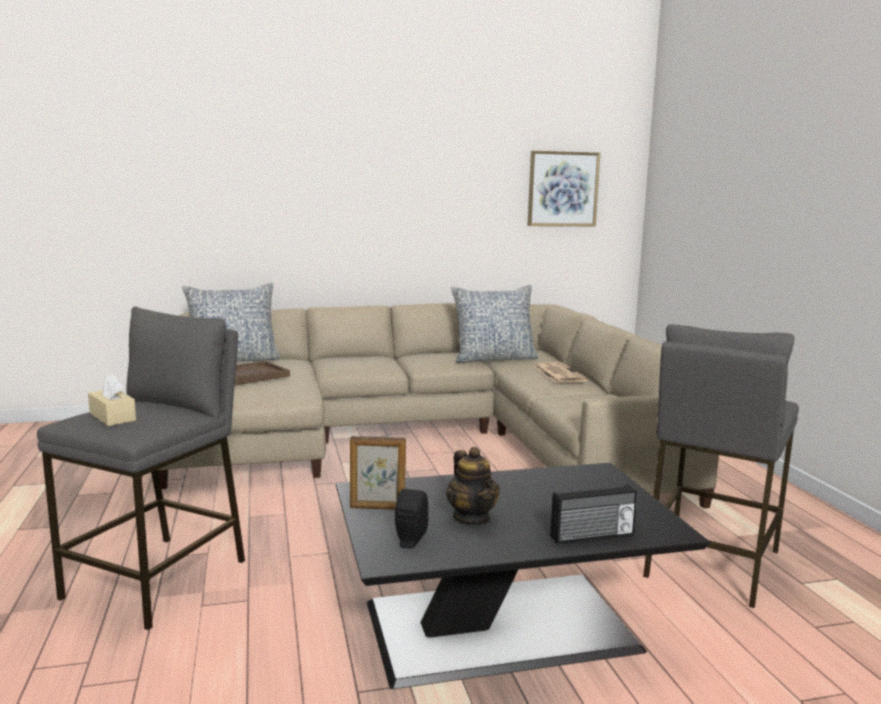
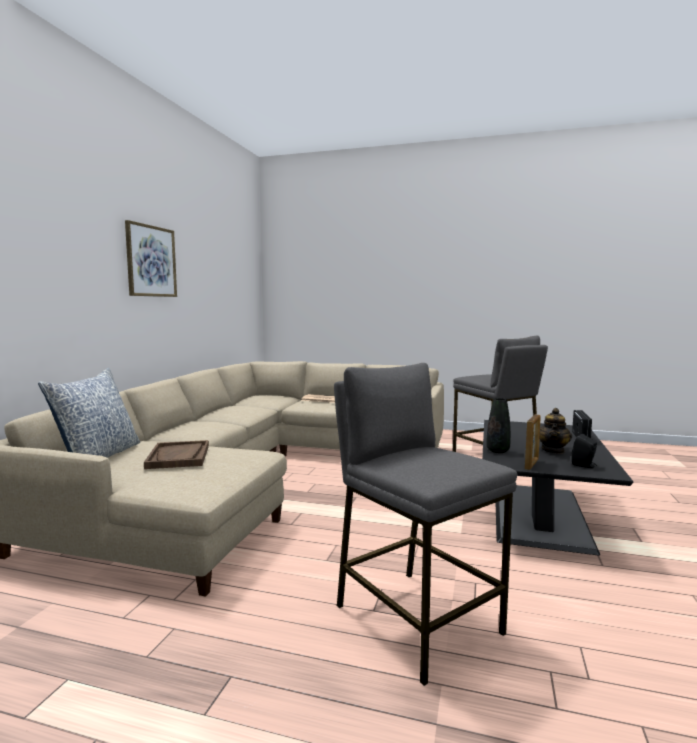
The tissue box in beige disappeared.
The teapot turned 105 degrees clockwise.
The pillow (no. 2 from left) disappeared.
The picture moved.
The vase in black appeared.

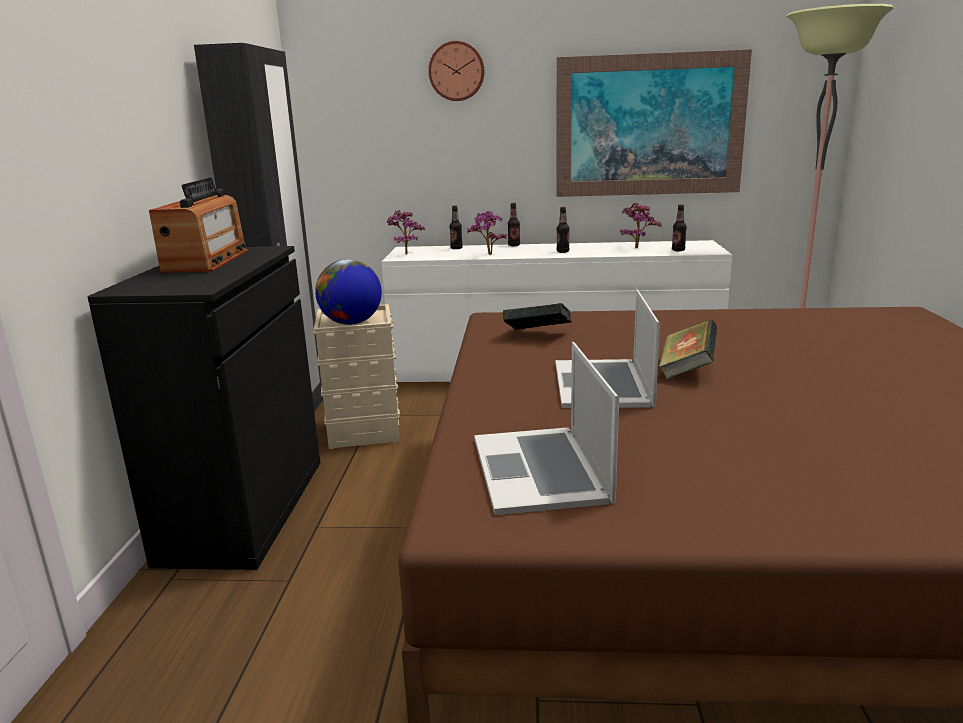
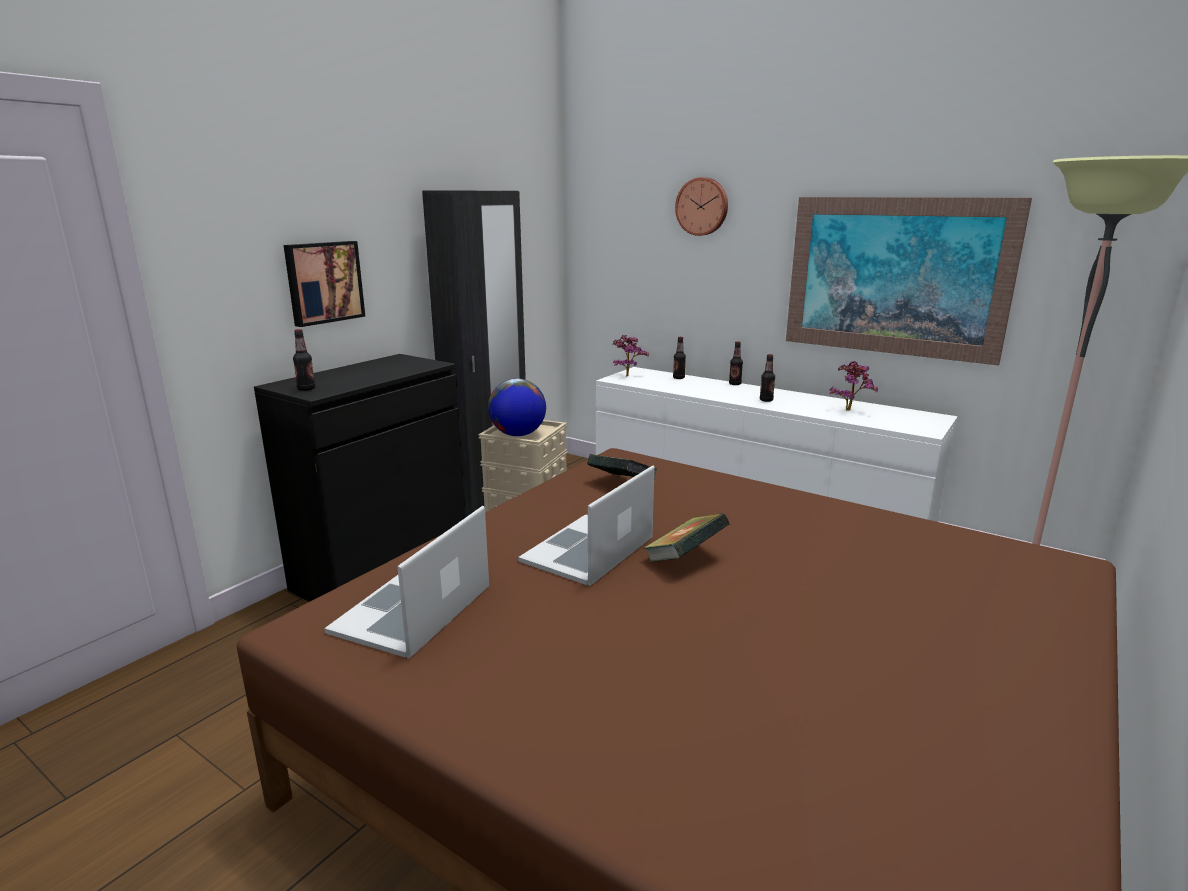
The radio disappeared.
The potted plant (no. 2 from left) disappeared.
The bottle (no. 4 from left in the first image) moved.
The picture (no. 1 from left) appeared.

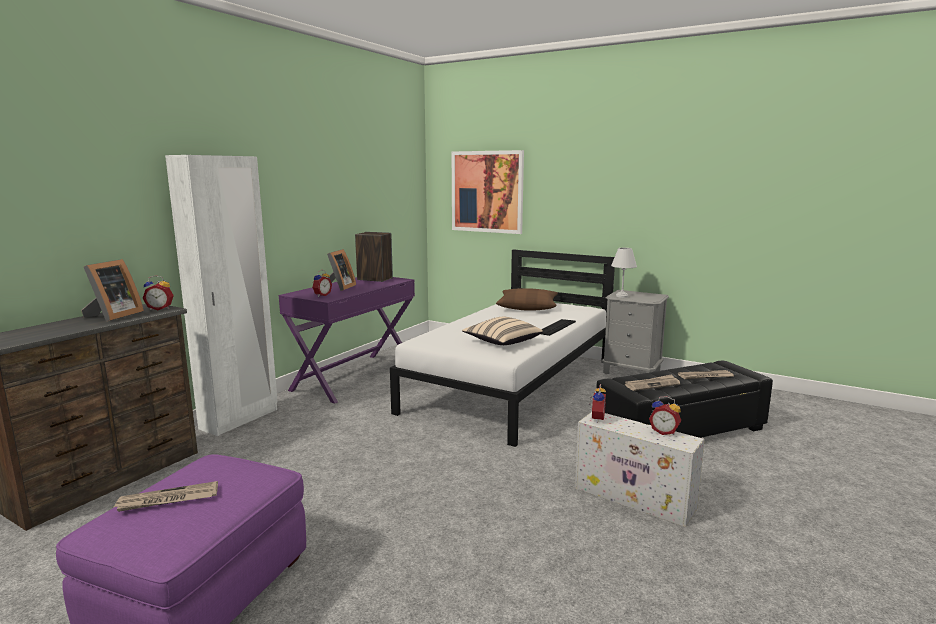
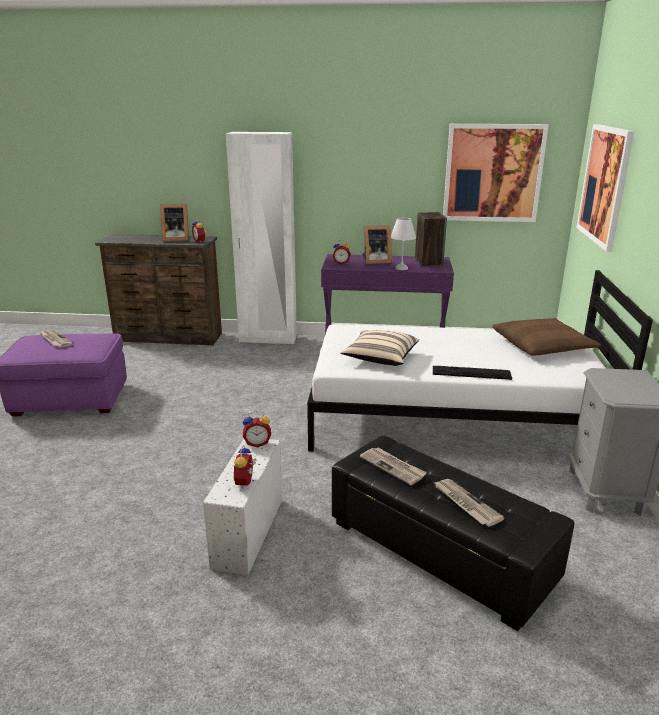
The table lamp in white moved.
The picture (no. 1 from left) appeared.

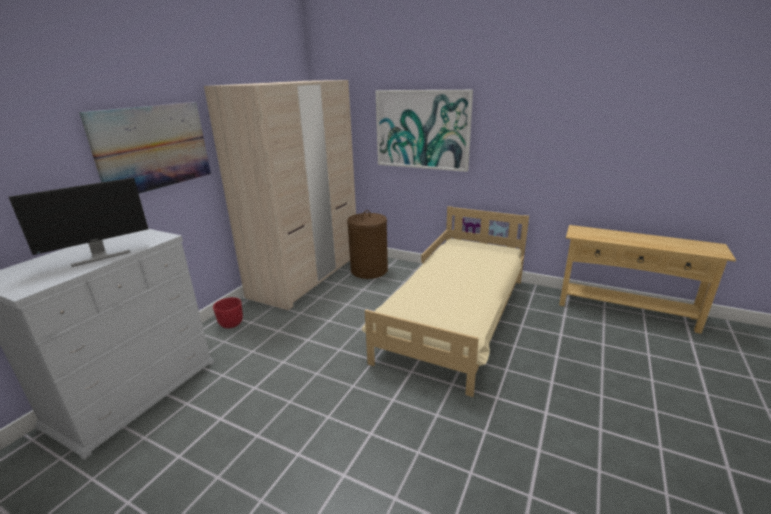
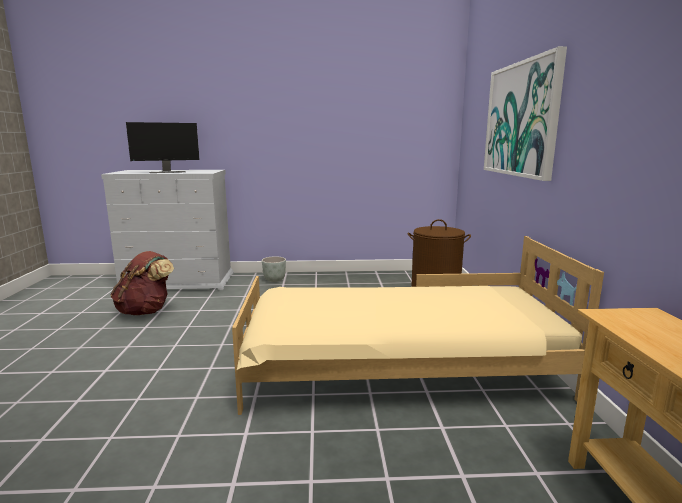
The monitor turned 45 degrees counterclockwise.
The picture (no. 1 from left) disappeared.
The wardrobe in beige disappeared.
The planter in red became the planter in grey.
The backpack in brown appeared.

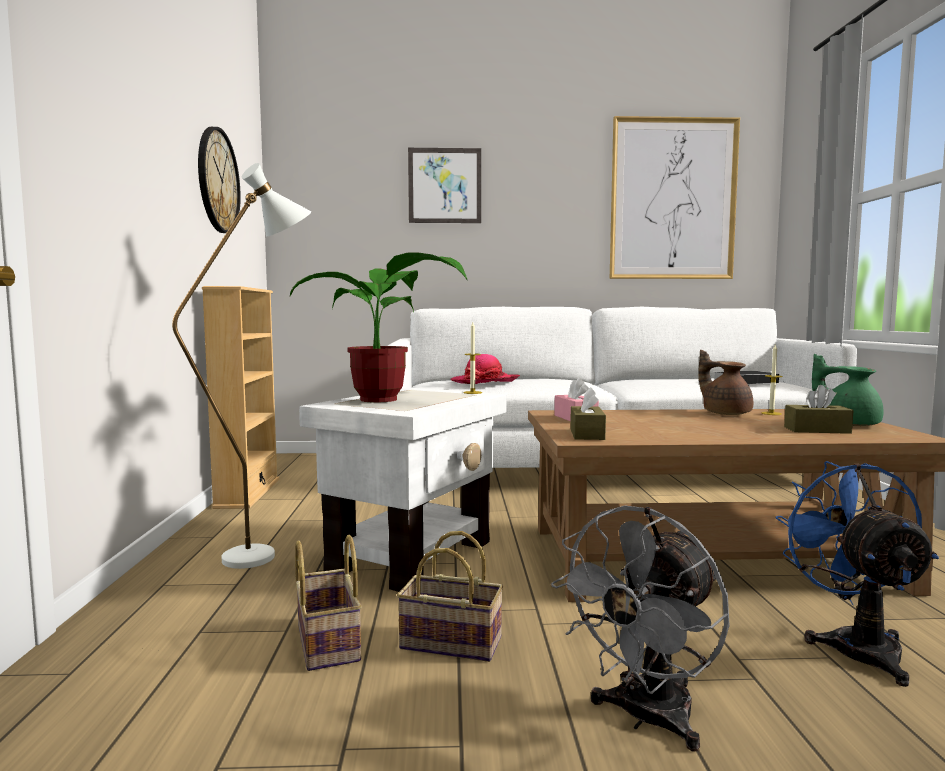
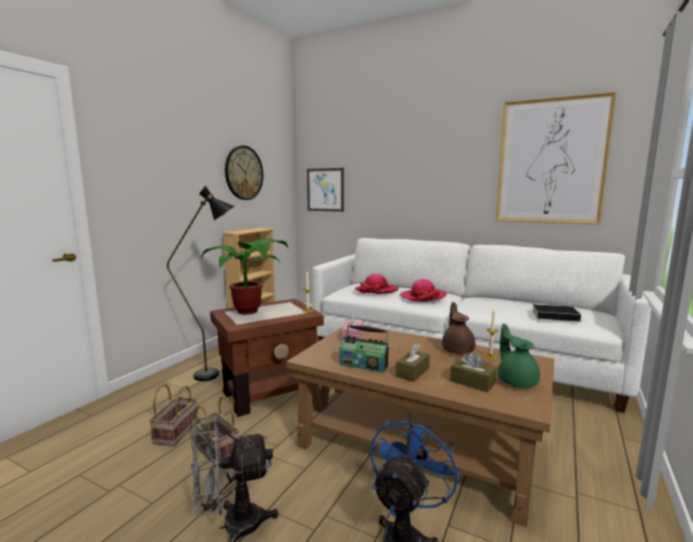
The floor lamp in white became the floor lamp in black.
The side table in white became the side table in brown.
The picture (no. 1 from left) moved.
The tissue box in brown (no. 1 from left) moved.
The radio appeared.
The hat (no. 2 from left) appeared.

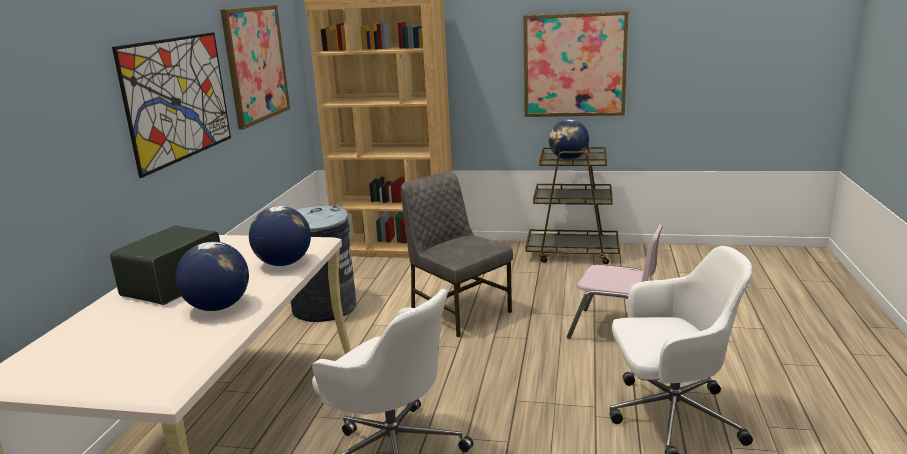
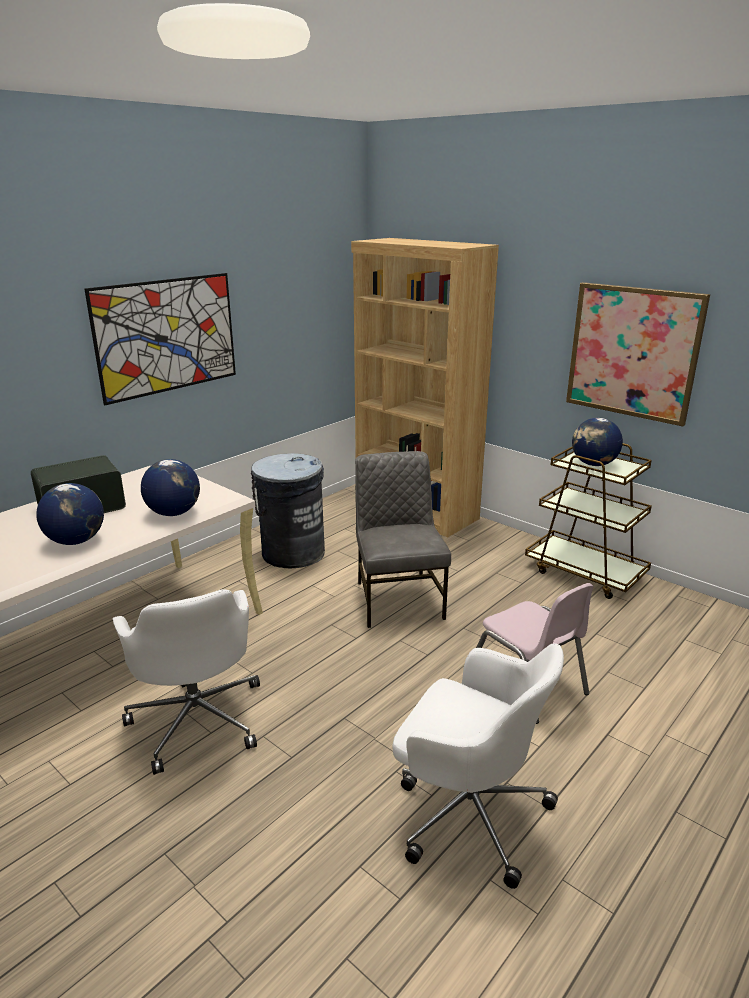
The picture (no. 2 from left) disappeared.

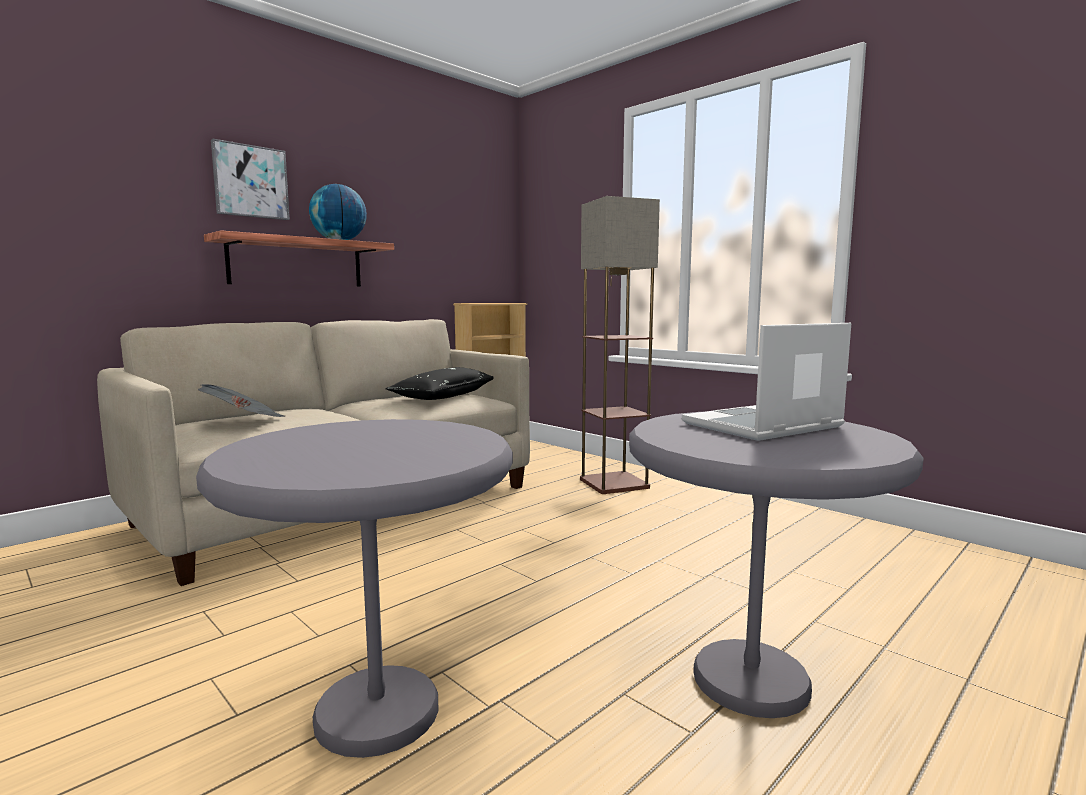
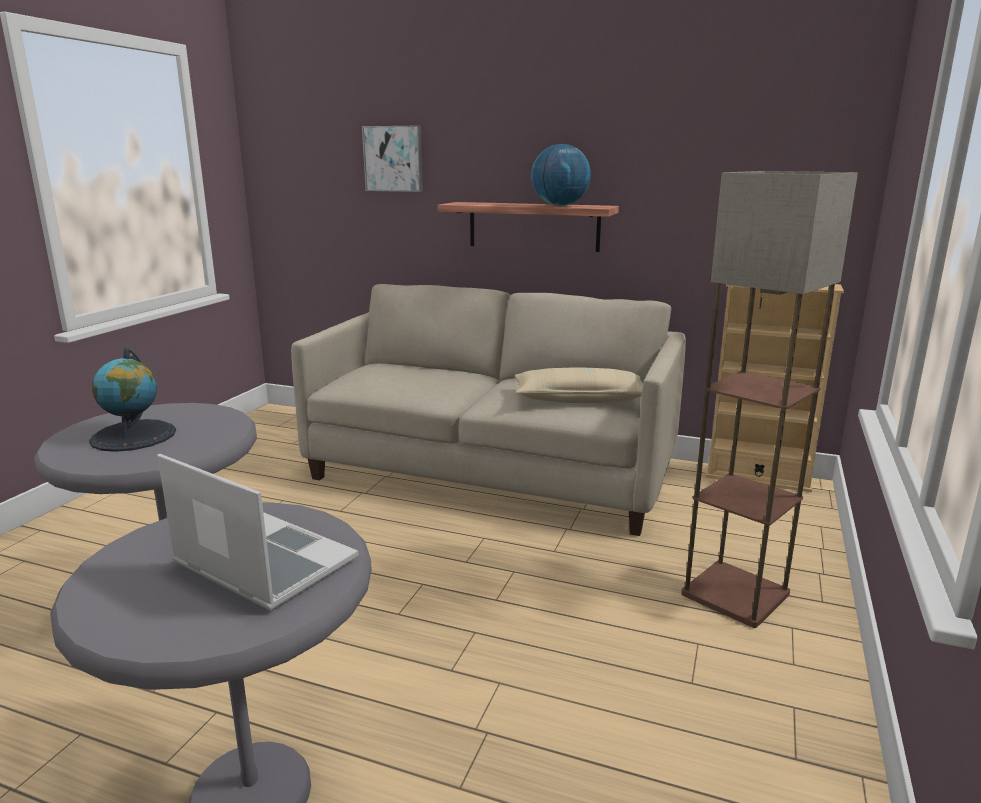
The newspaper disappeared.
The picture moved.
The pillow in black became the pillow in beige.
The globe (no. 1 from left) appeared.

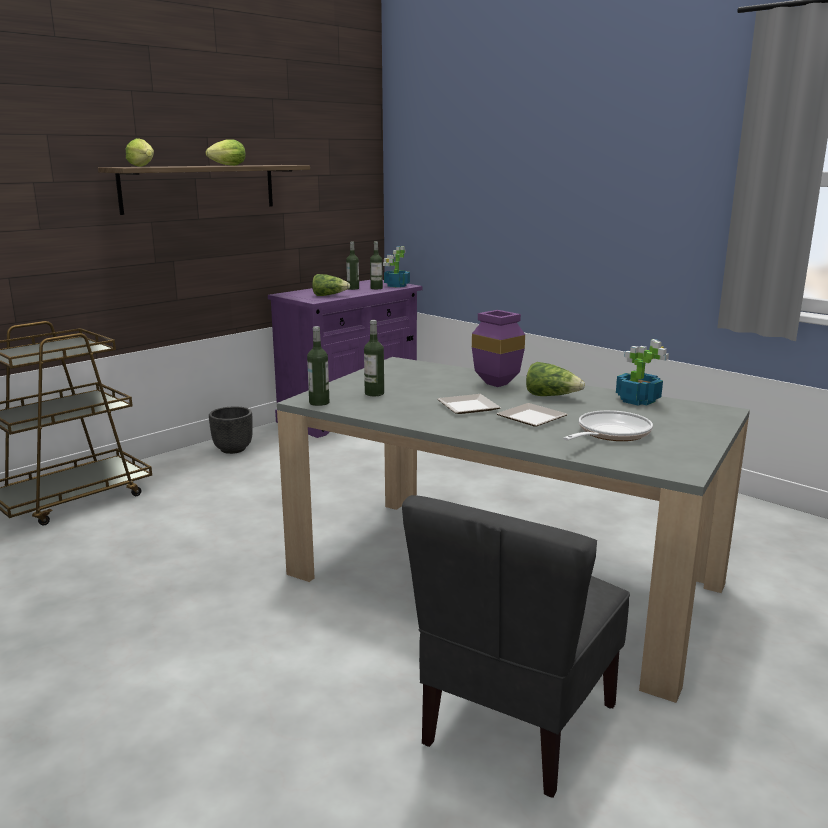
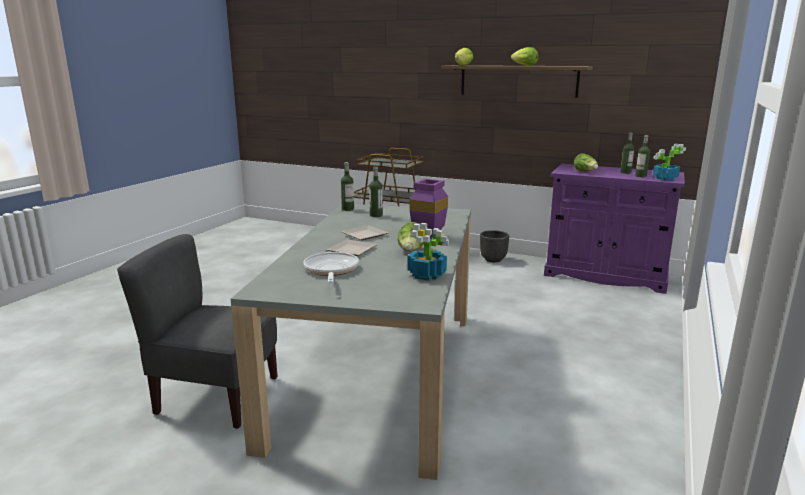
The frying pan turned 120 degrees counterclockwise.

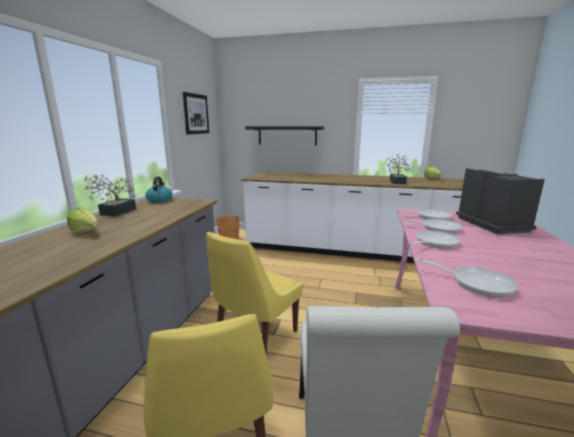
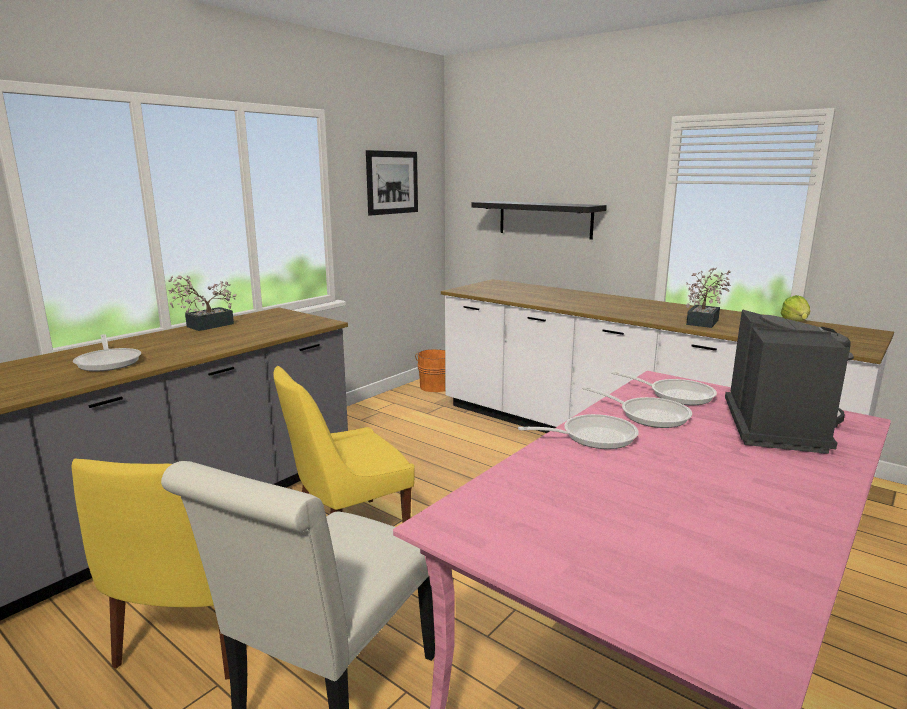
The lettuce (no. 1 from left) disappeared.
The kettle disappeared.
The frying pan (no. 4 from left in the first image) moved.

